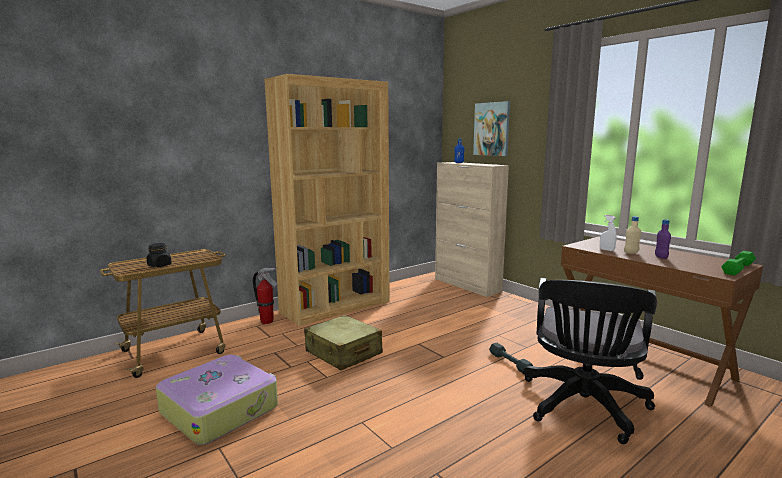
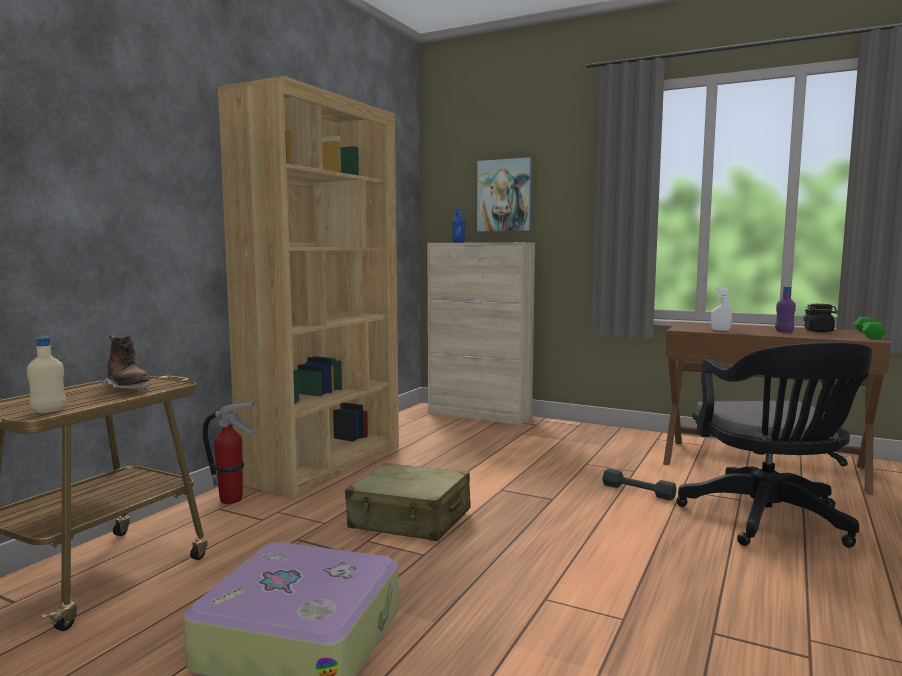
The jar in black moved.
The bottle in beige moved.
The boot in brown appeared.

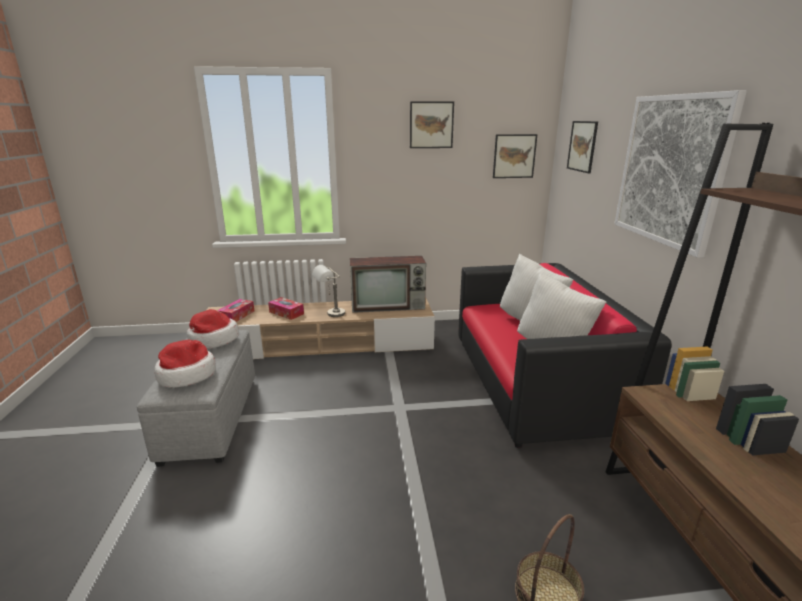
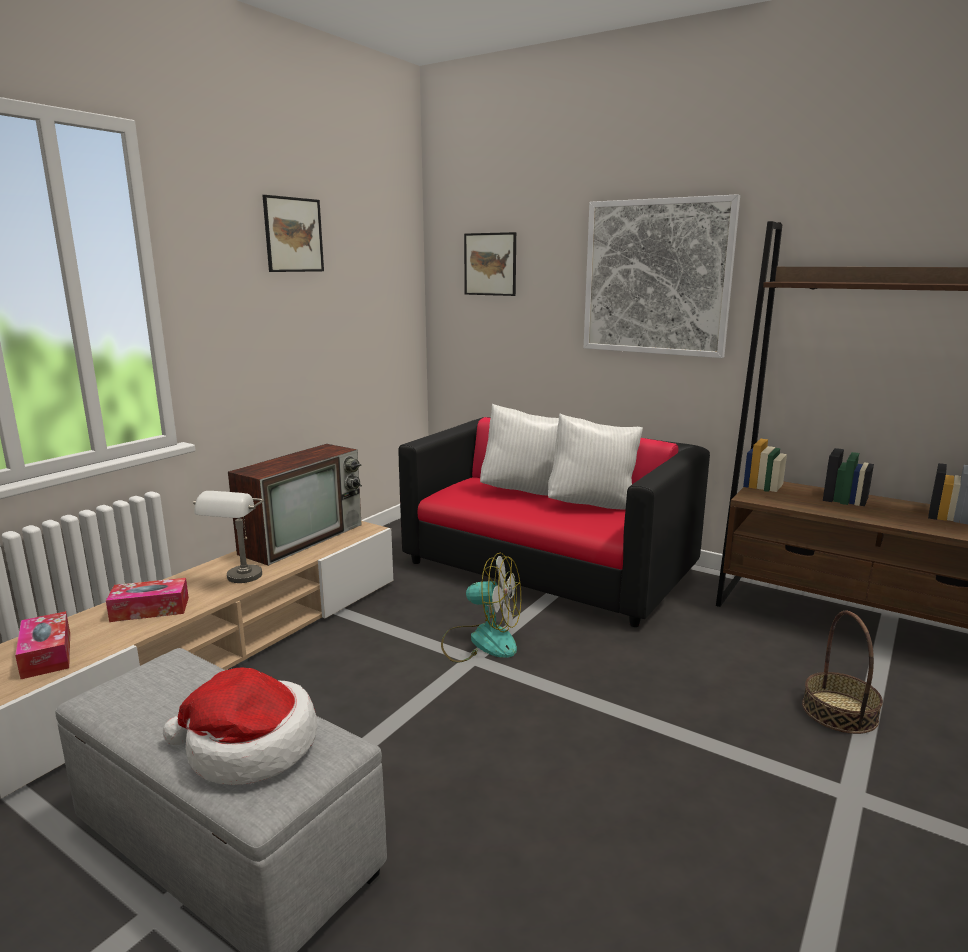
The hat (no. 2 from left) disappeared.
The picture (no. 2 from left) disappeared.
The fan appeared.

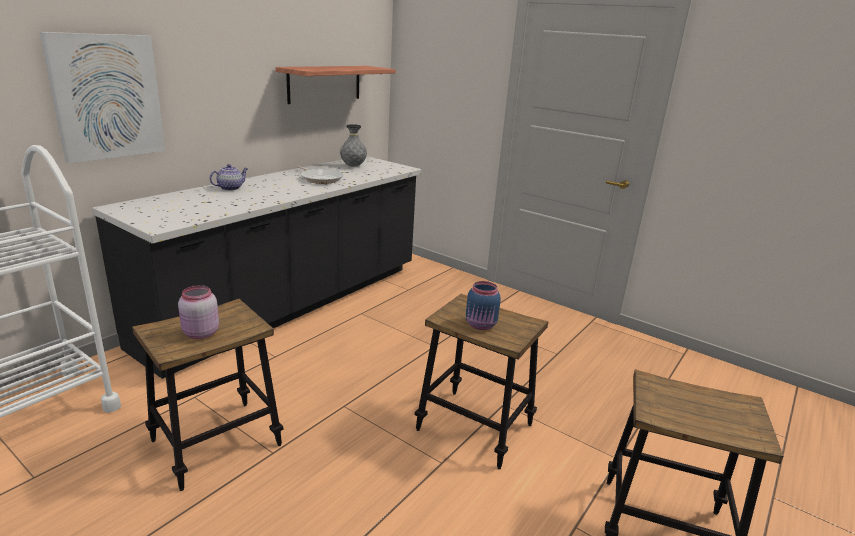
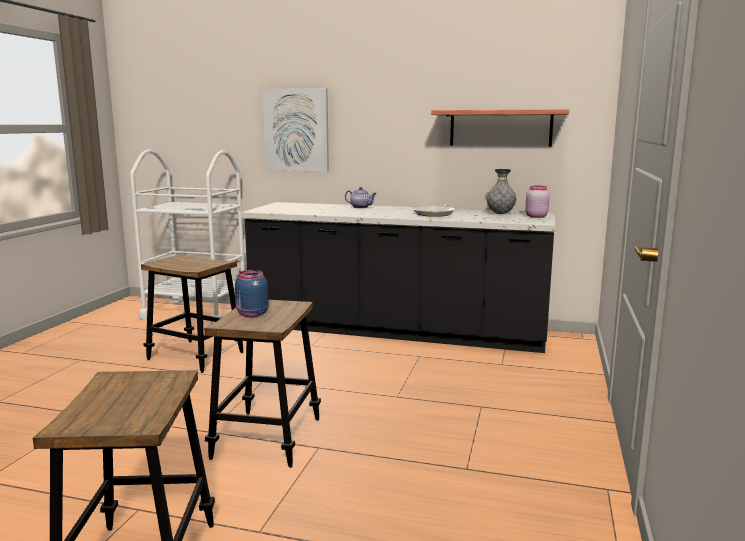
The jar in pink moved.

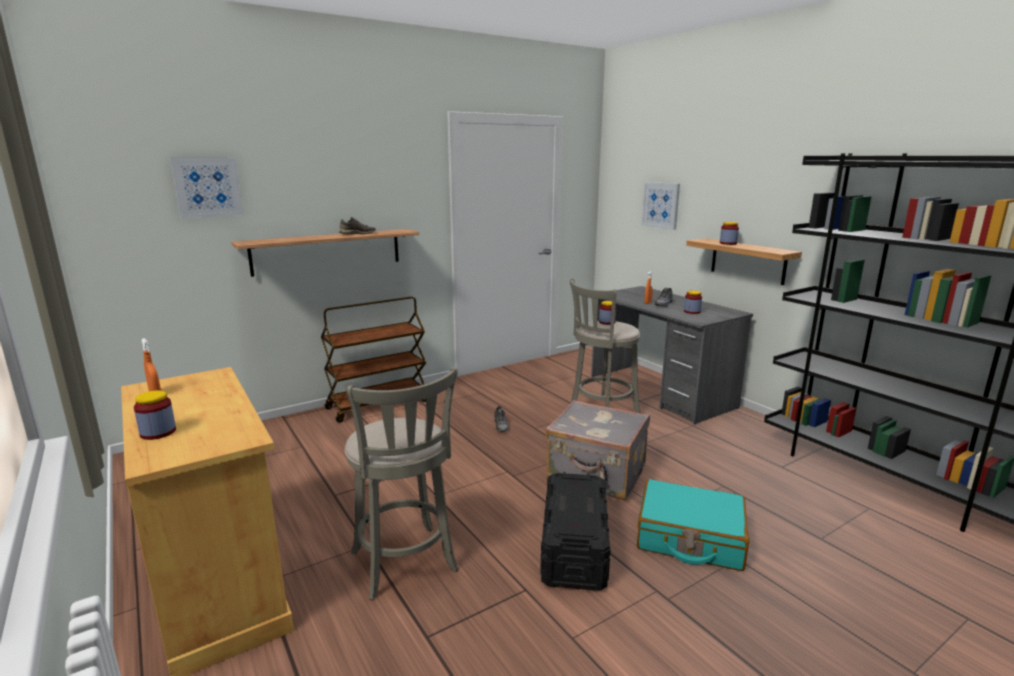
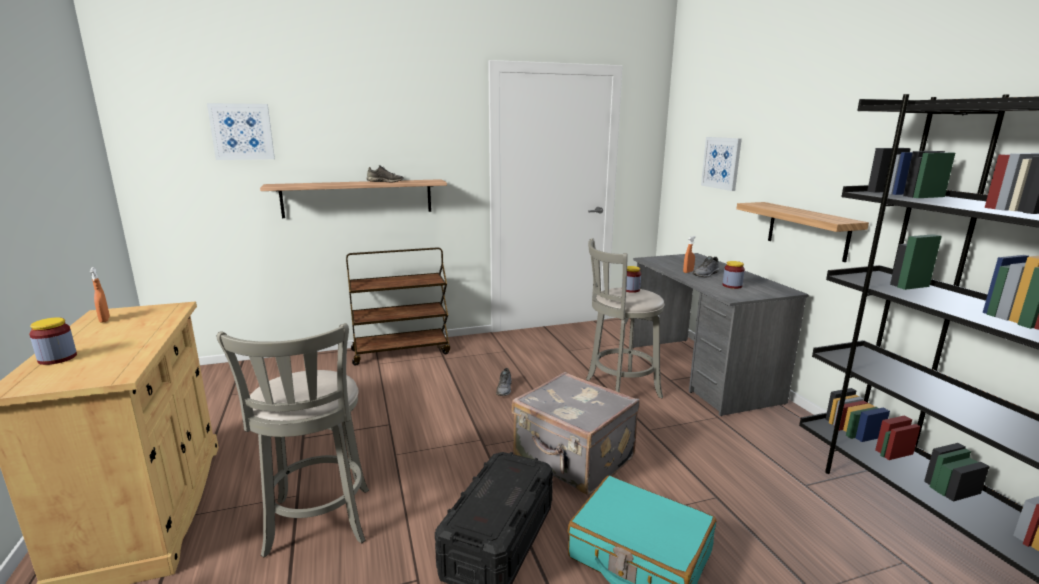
The jar (no. 4 from left) disappeared.

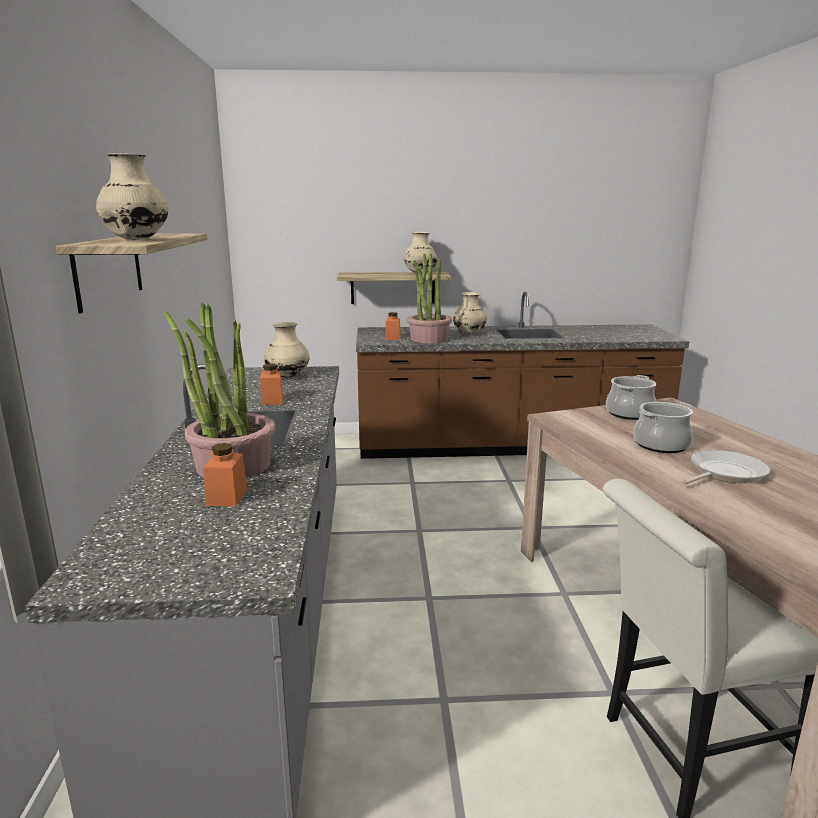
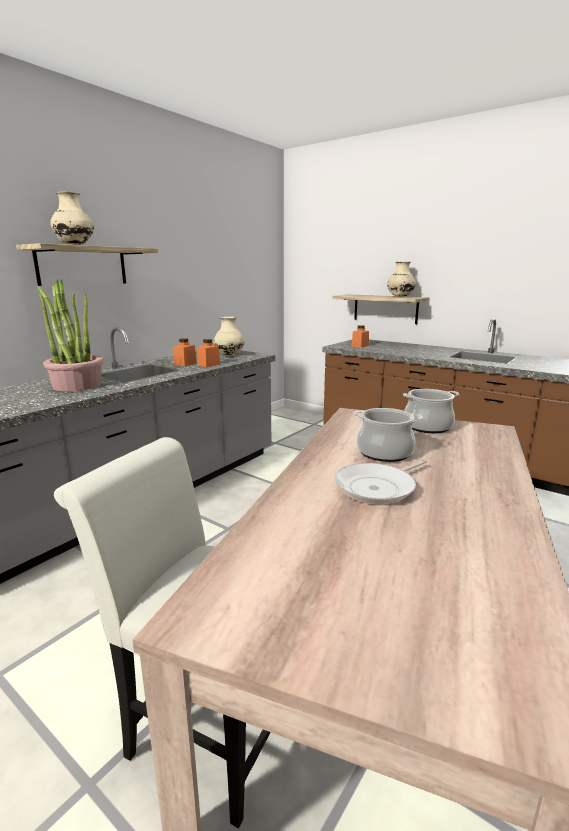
The jar in orange (no. 1 from left in the first image) moved.
The potted plant (no. 2 from left) disappeared.
The vase in beige (no. 4 from left) disappeared.
The frying pan turned 135 degrees clockwise.

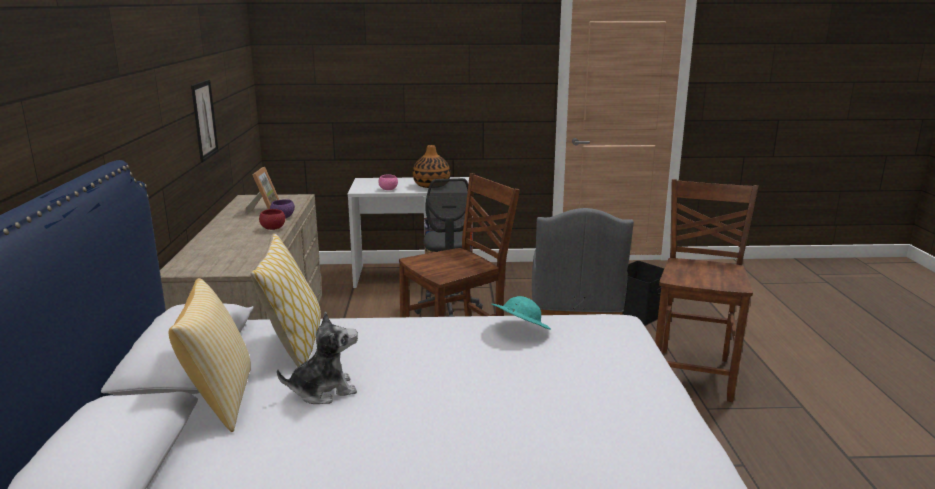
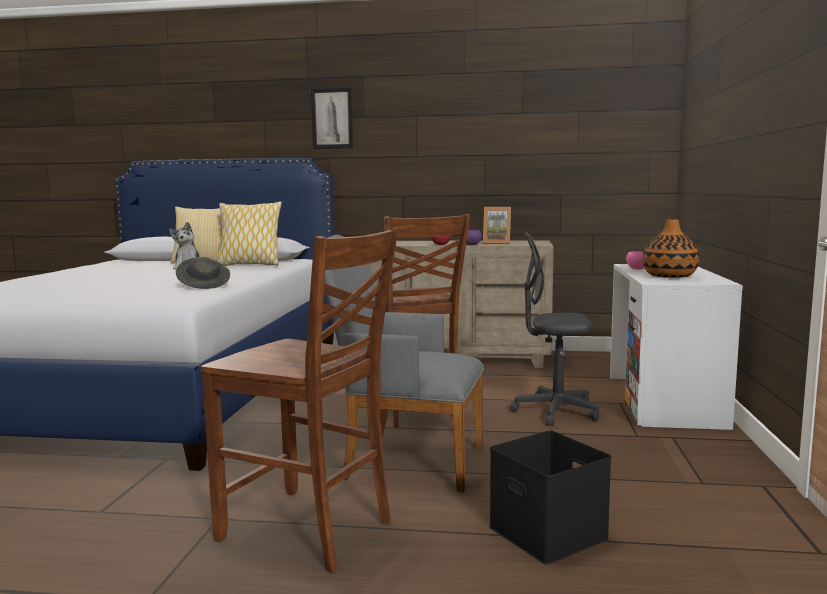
The picture moved.
The hat in turquoise became the hat in grey.

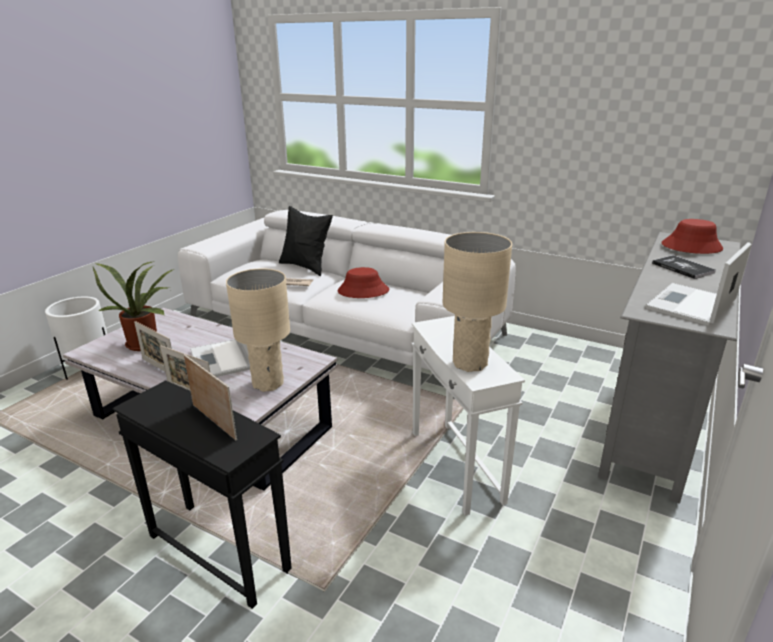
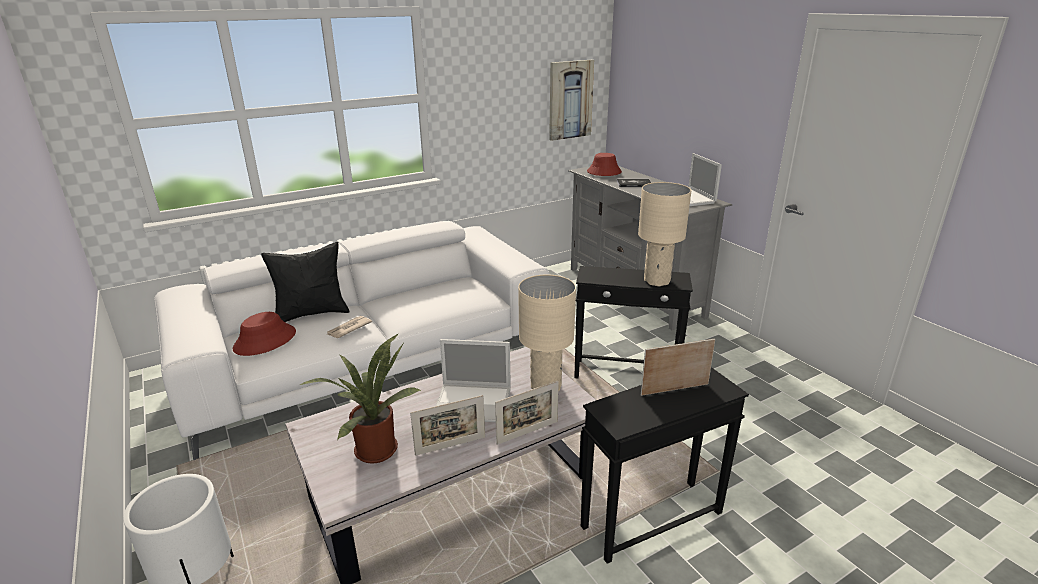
The hat in red (no. 1 from left) moved.
The side table in white became the side table in black (no. 1 from left).
The picture appeared.

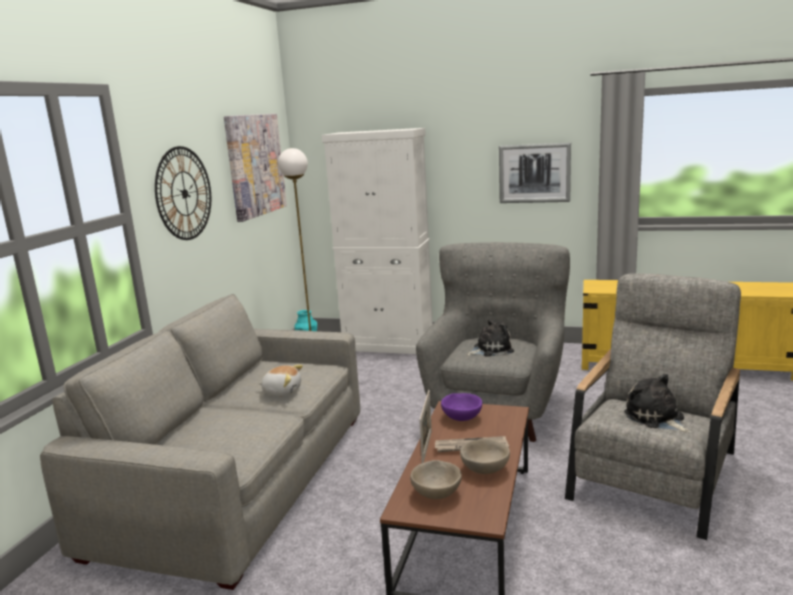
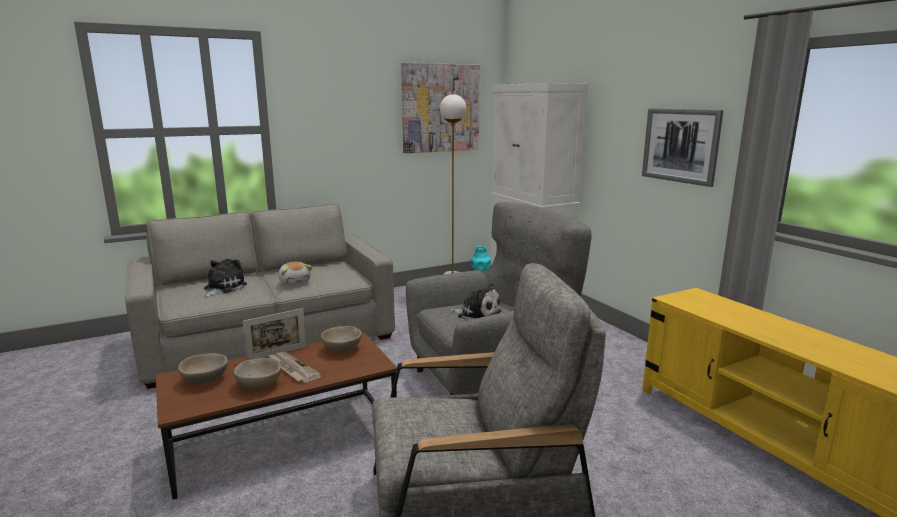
The wall clock disappeared.
The bowl in purple became the bowl in beige (no. 3 from left).
The plush toy (no. 3 from left in the first image) moved.

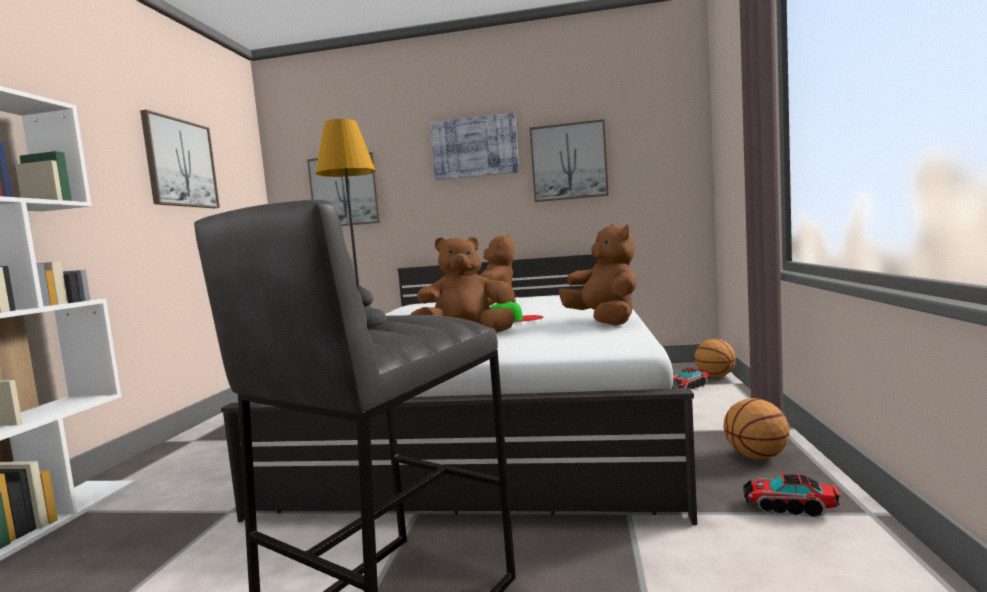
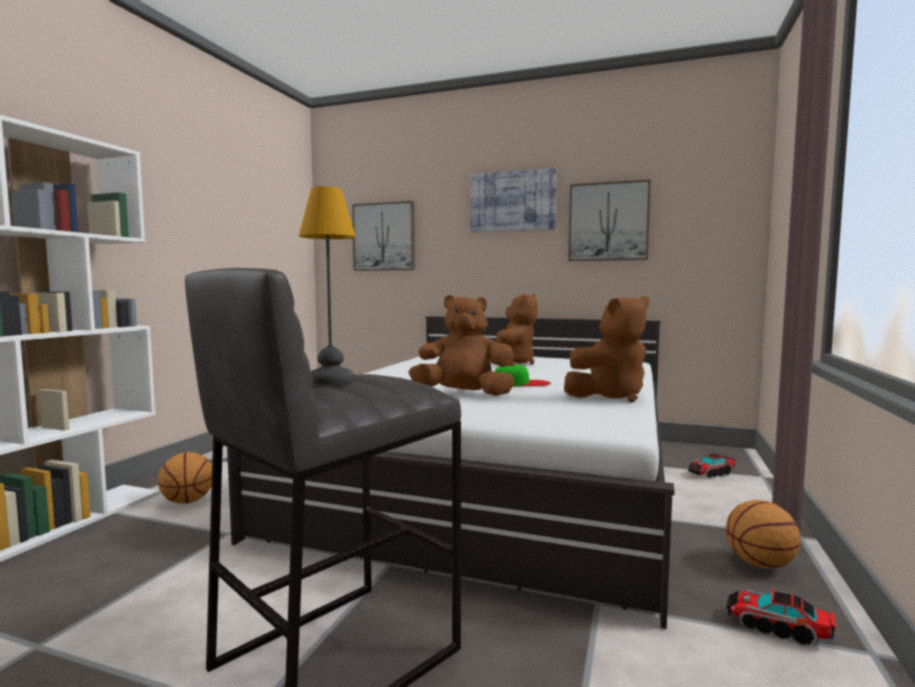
The picture (no. 1 from left) disappeared.
The plush toy in brown (no. 3 from left) turned 75 degrees clockwise.
The basketball (no. 1 from left) moved.

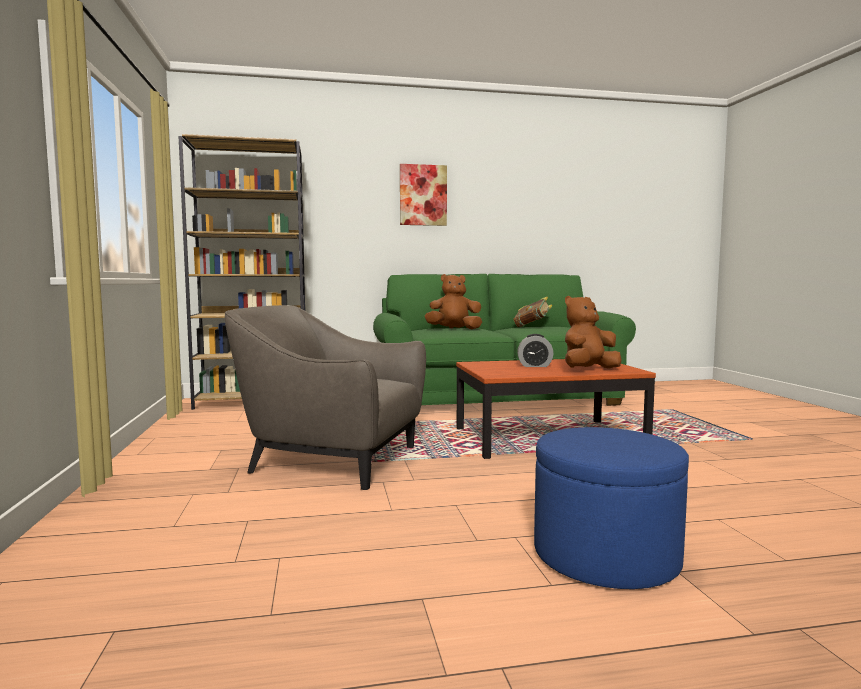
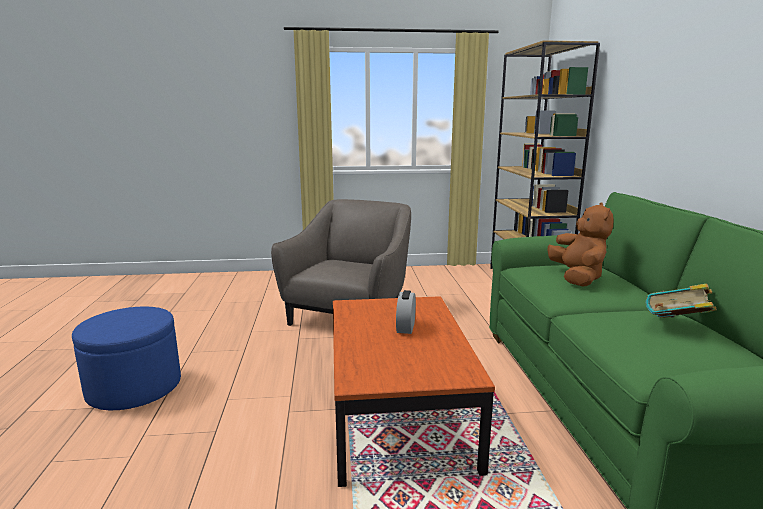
The picture disappeared.
The plush toy in brown (no. 2 from left) disappeared.

